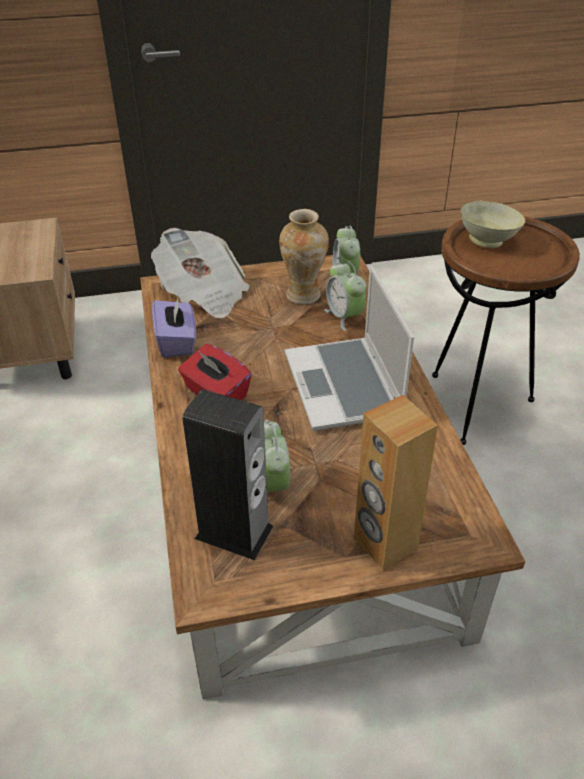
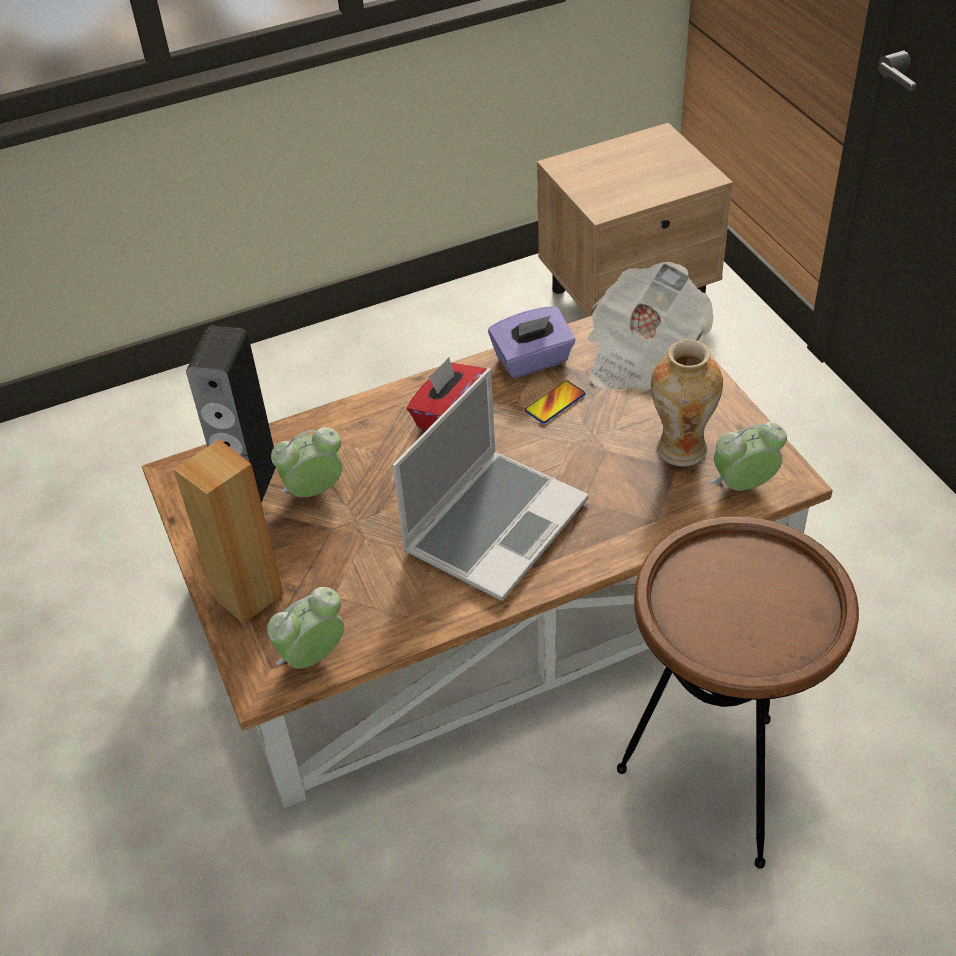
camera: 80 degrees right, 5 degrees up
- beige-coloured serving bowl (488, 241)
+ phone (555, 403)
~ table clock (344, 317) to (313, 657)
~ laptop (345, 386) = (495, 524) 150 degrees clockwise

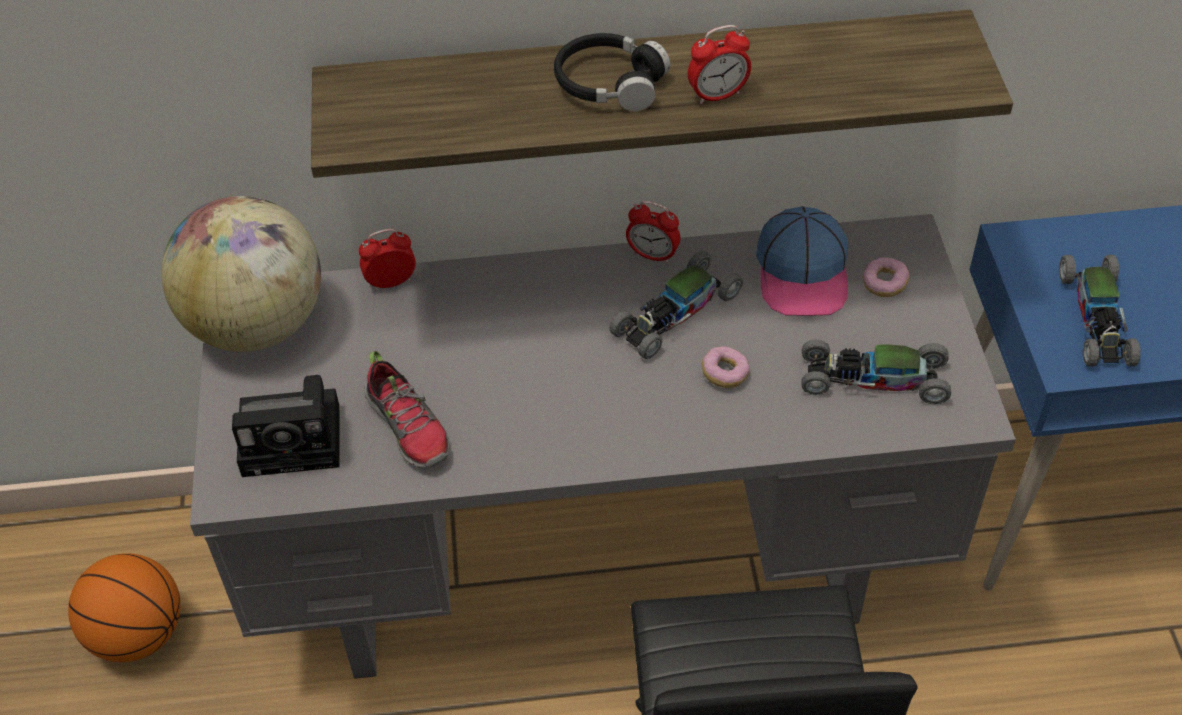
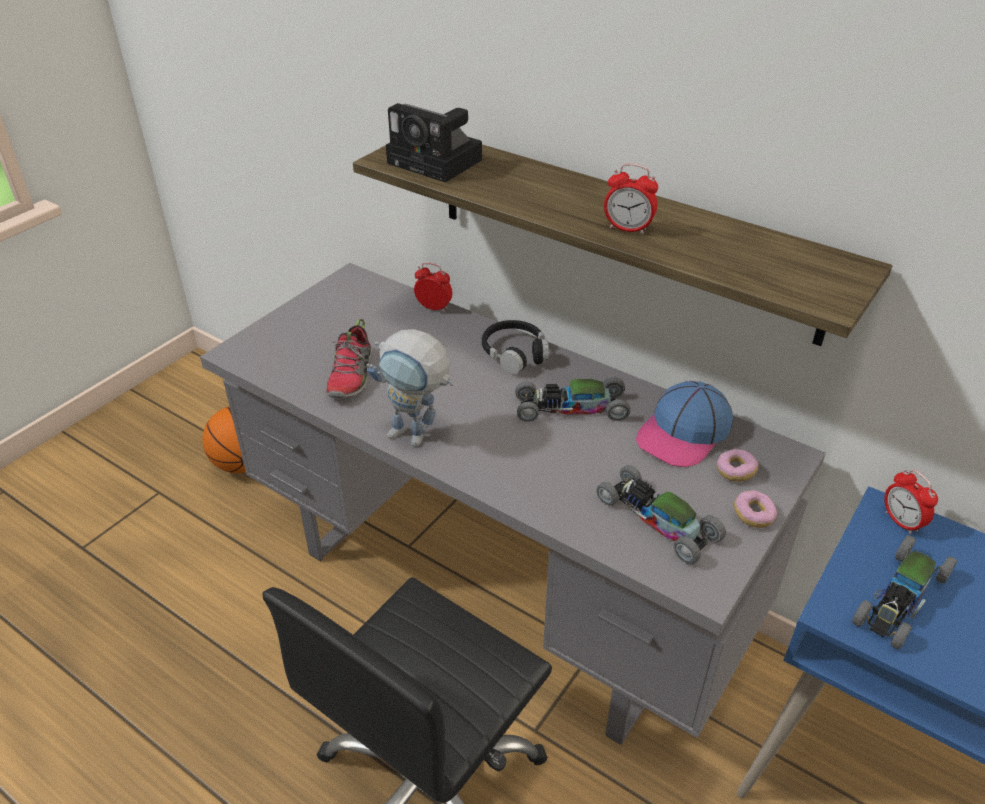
camera: 40 degrees right, 10 degrees down
- world globe (257, 324)
+ model robot (417, 438)
~ photo camera (296, 438) to (438, 162)
~ black-coloured headset (609, 84) to (515, 353)
~ table clock (653, 255) to (901, 522)
~ ring doughnut (725, 374) to (753, 516)

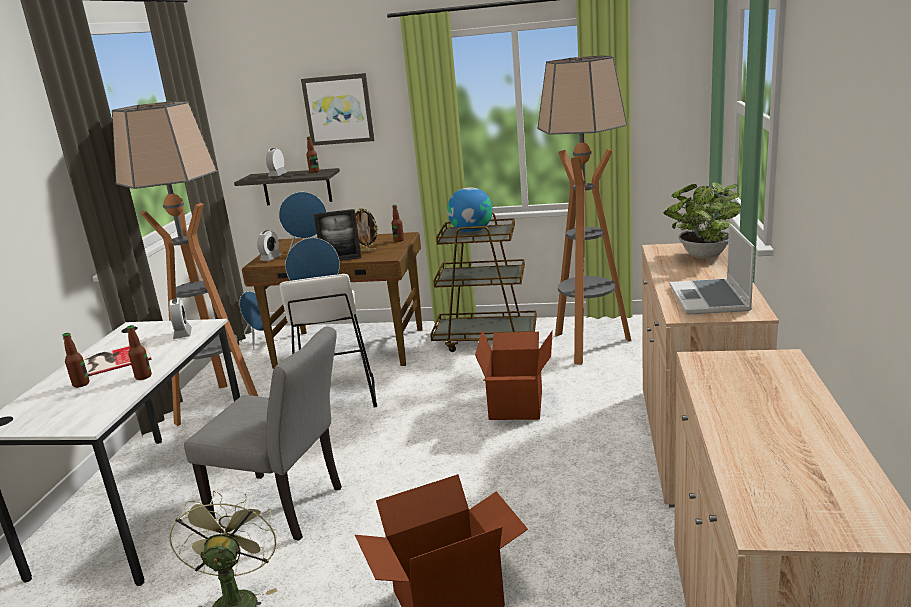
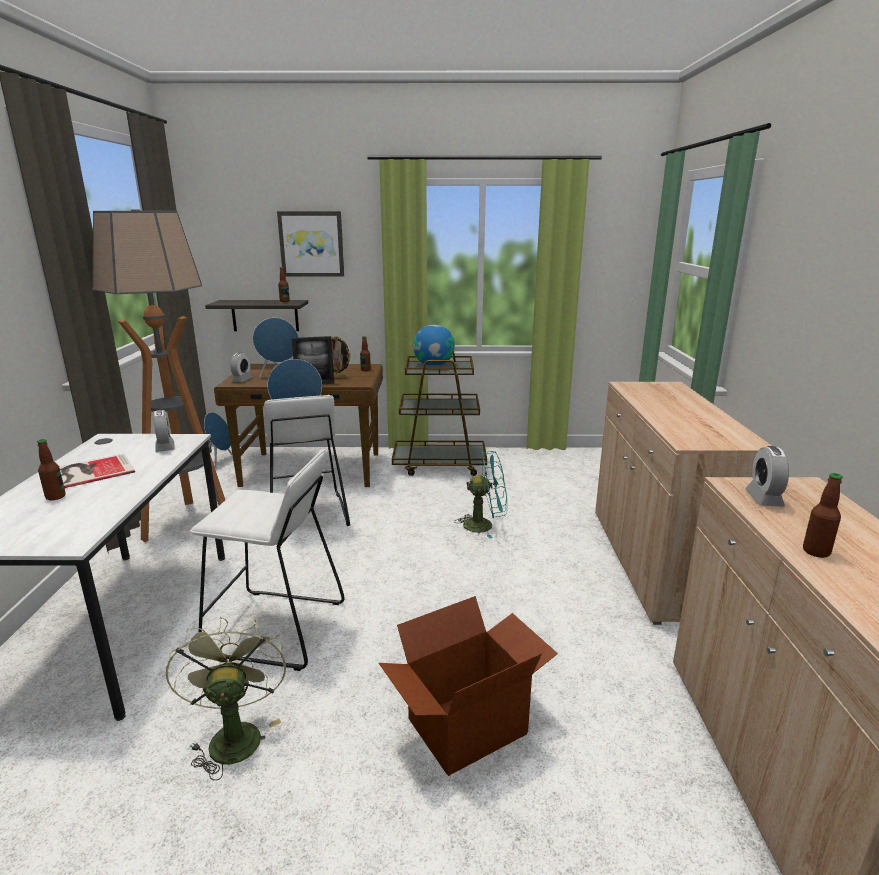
camera: 10 degrees left, 0 degrees up
- floor lamp (588, 345)
- potted plant (702, 256)
- laptop (710, 299)
~ beverage bottle (143, 377) to (816, 552)
~ table clock (277, 175) to (764, 499)
~ greyish upright chair (286, 508) to white stool (275, 628)
~ cardboard box (517, 404) to turquoise fan (484, 525)

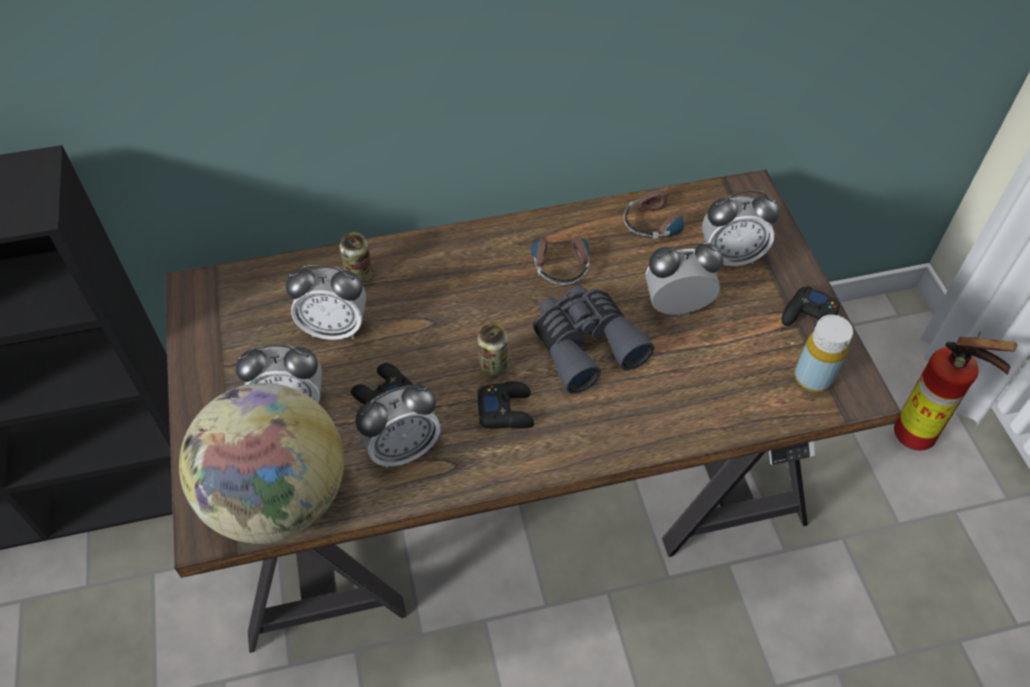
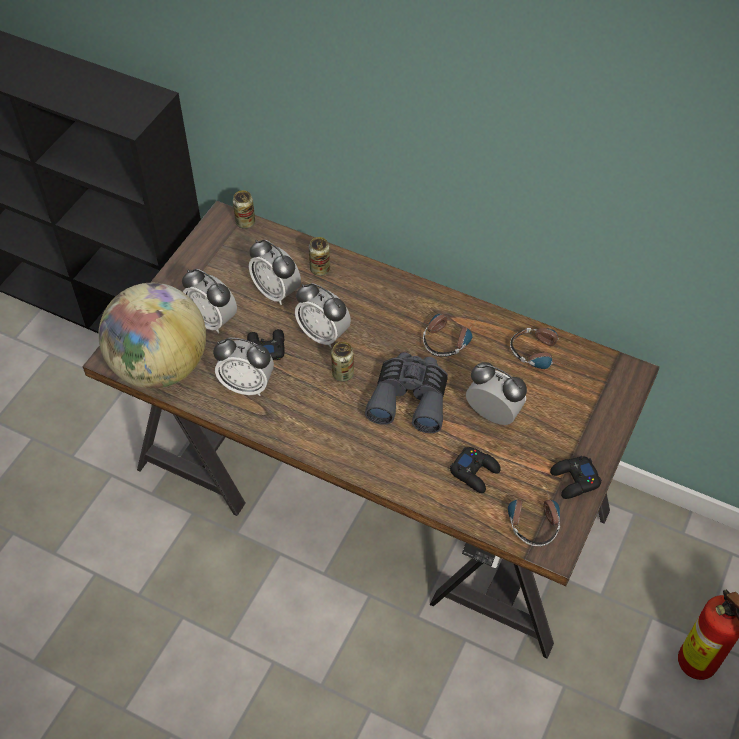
camera: 40 degrees right, 0 degrees up
+ metal can (245, 222)
~ black-coloured game controller (506, 410) to (475, 472)
~ table clock (731, 256) to (323, 334)
~ yellowish beverage bottle (813, 378) to headset (532, 517)

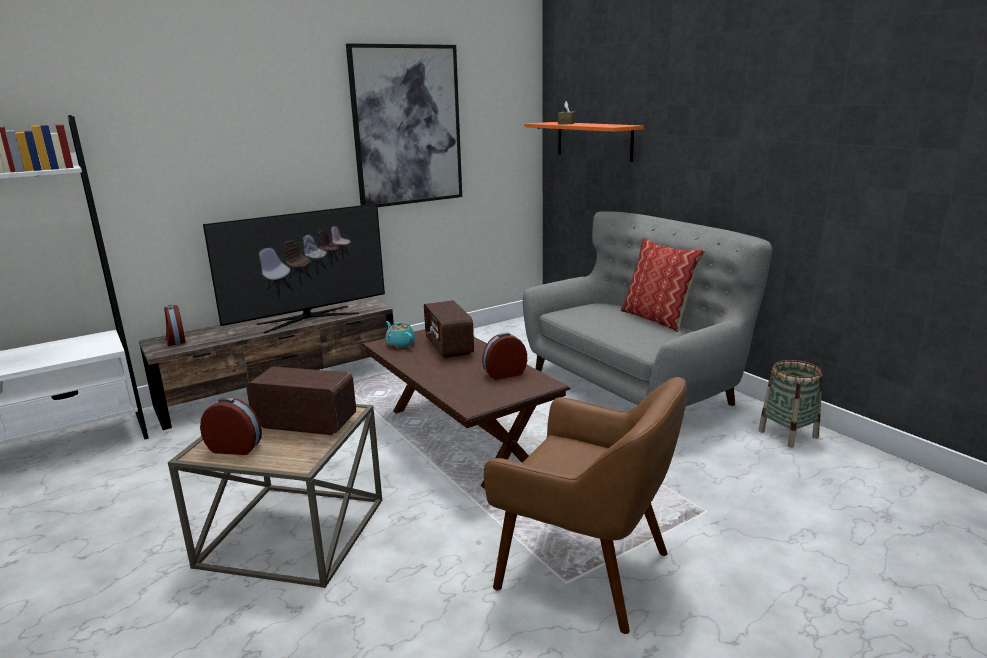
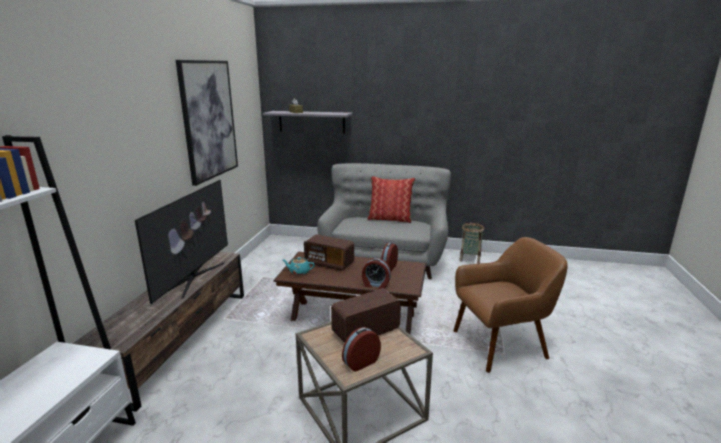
camera: 45 degrees left, 0 degrees up
~ table clock (175, 340) to (375, 285)
~ orange-coloured wall shelf (594, 140) to greyish wall shelf (311, 122)

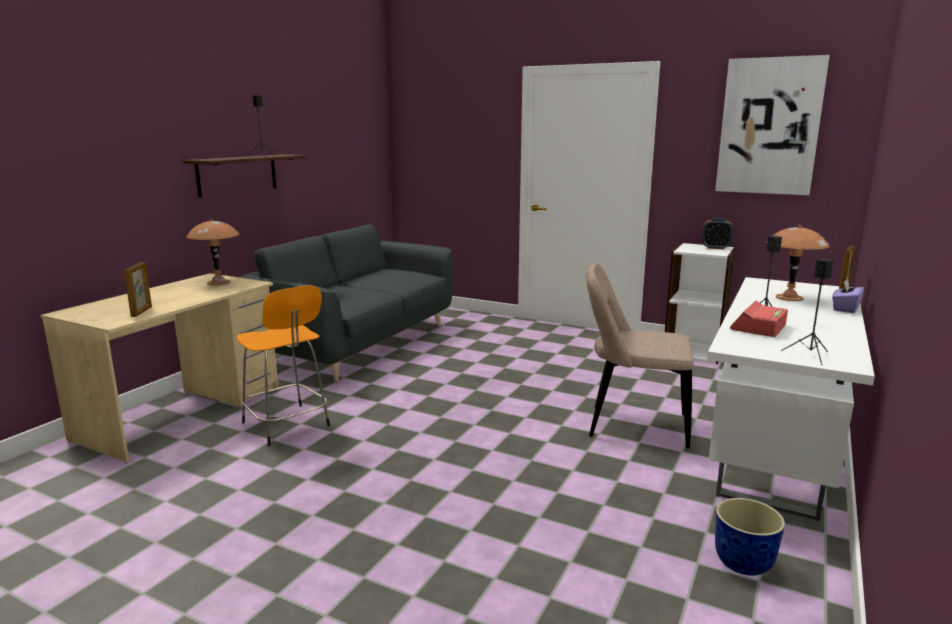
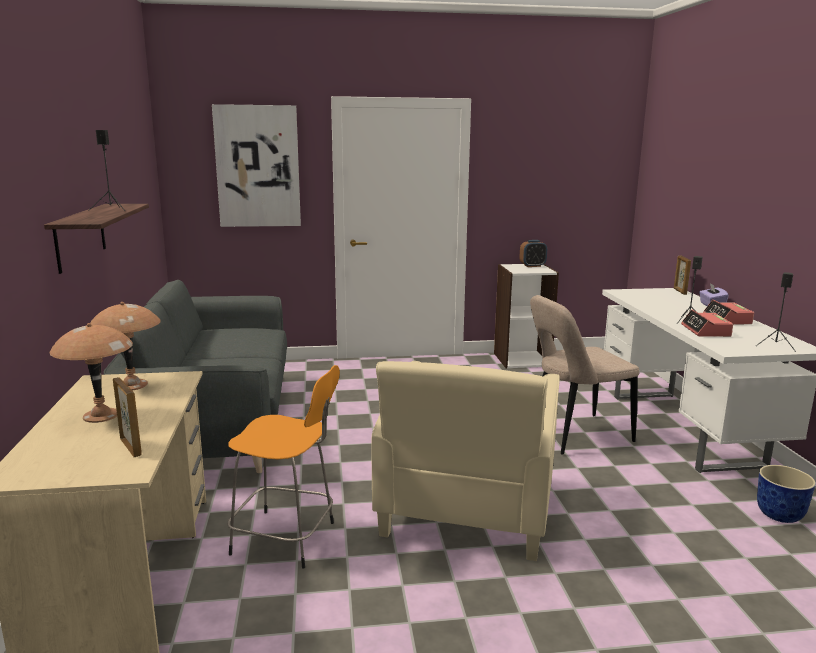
camera: 35 degrees left, 0 degrees up
+ beige-coloured armchair (466, 510)
+ table clock (727, 319)
~ wall art (769, 126) to (258, 166)
~ brownish lamp for a table (789, 297) to (100, 415)

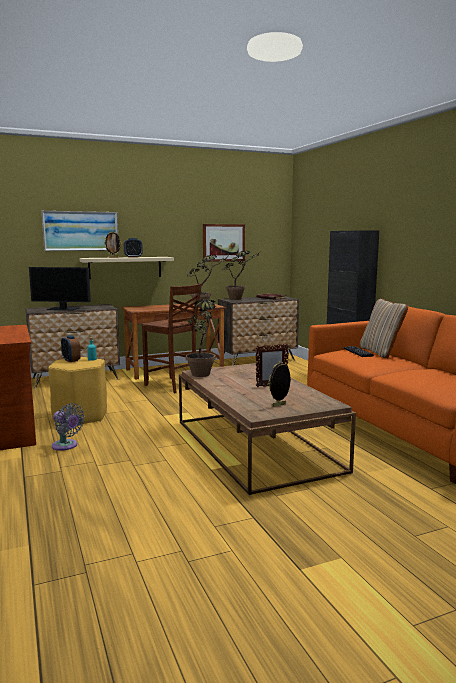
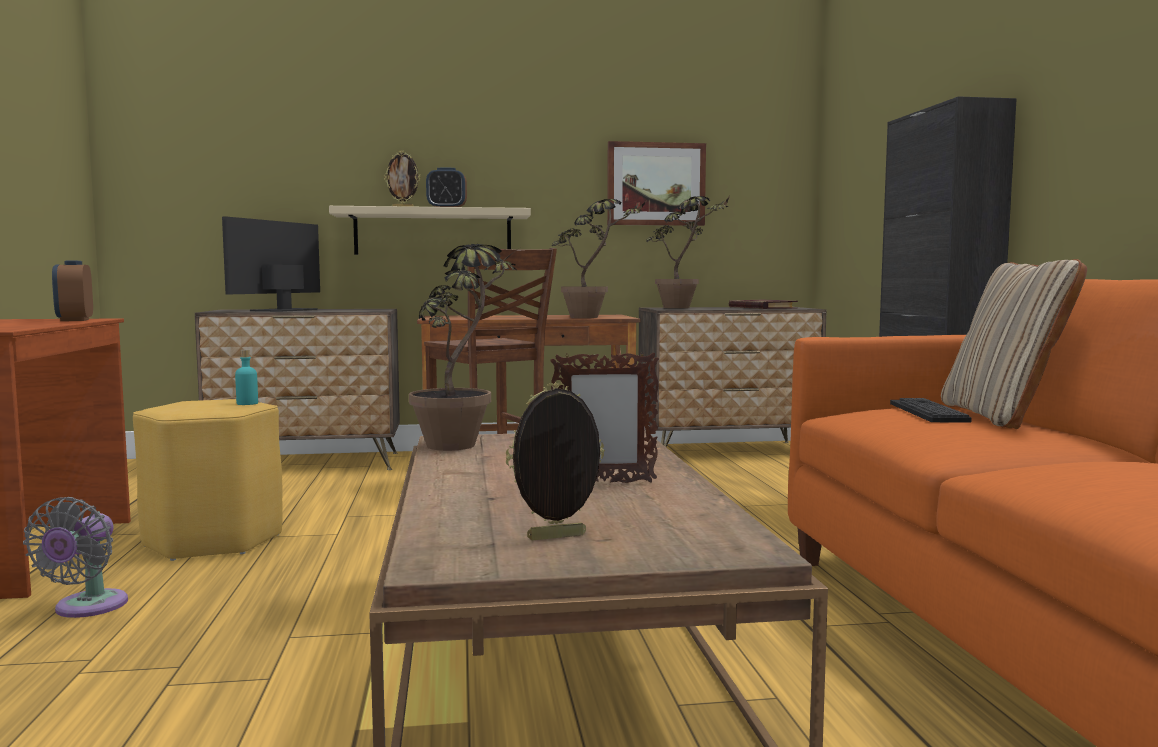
camera: 15 degrees right, 5 degrees down
- wall art (81, 231)
~ table clock (71, 360) to (75, 320)
~ computer screen (63, 309) = (283, 310) 90 degrees clockwise
~ greyish fan (66, 446) = (86, 608) 45 degrees clockwise

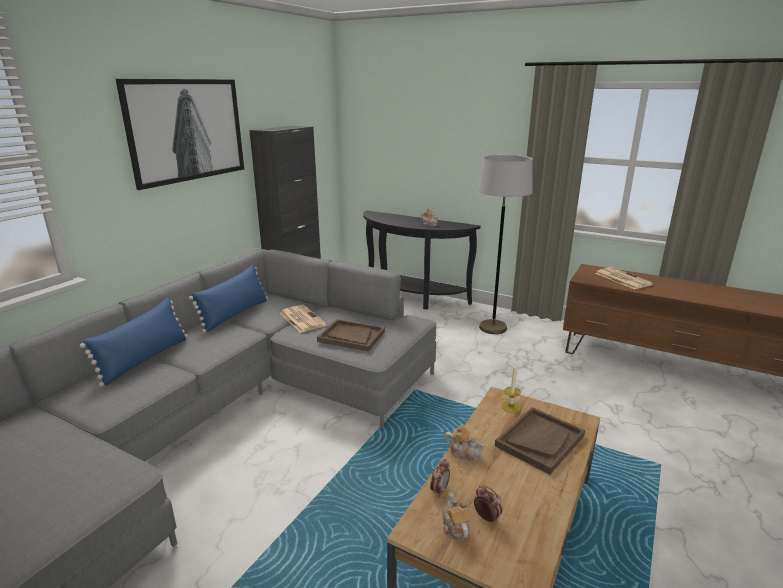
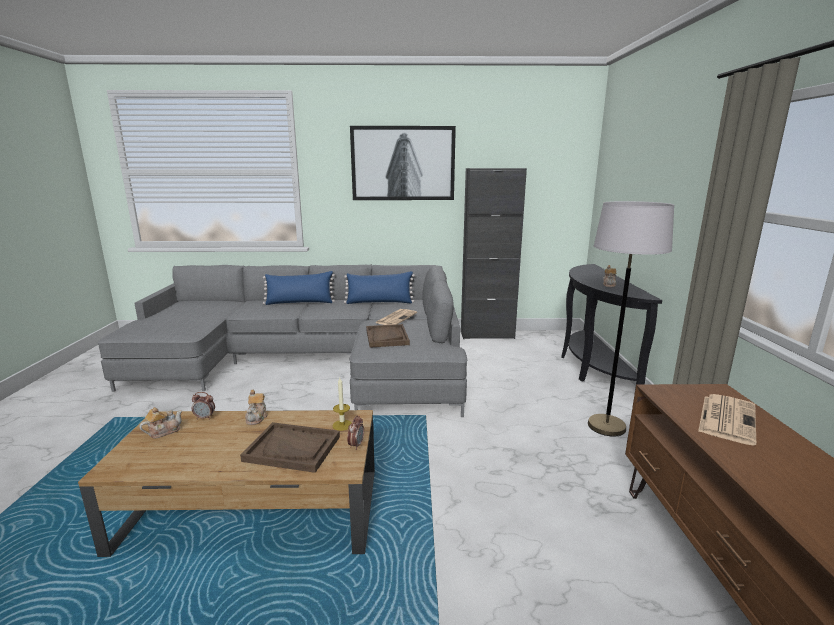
camera: 60 degrees right, 5 degrees down
~ table clock (486, 517) to (356, 445)

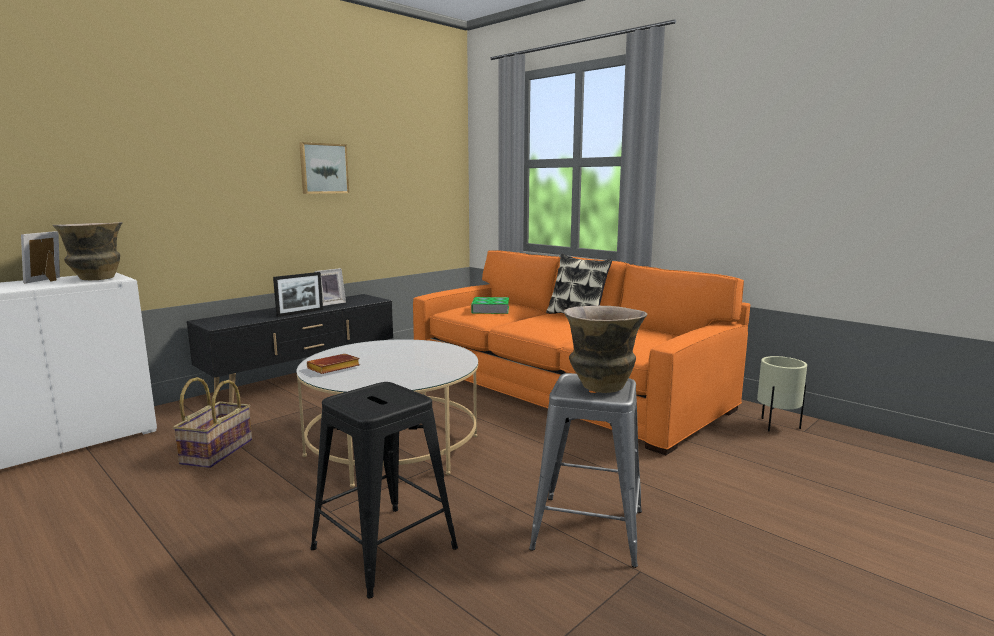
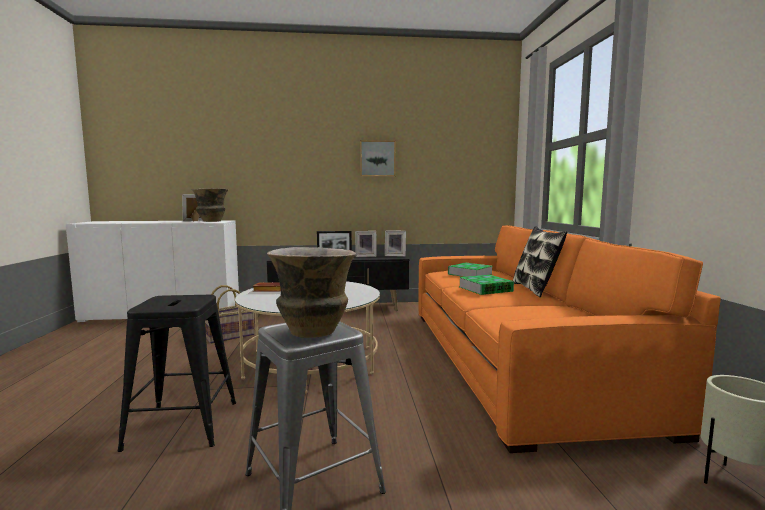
camera: 40 degrees right, 5 degrees down
+ standing frame (395, 255)
+ volume (485, 289)

